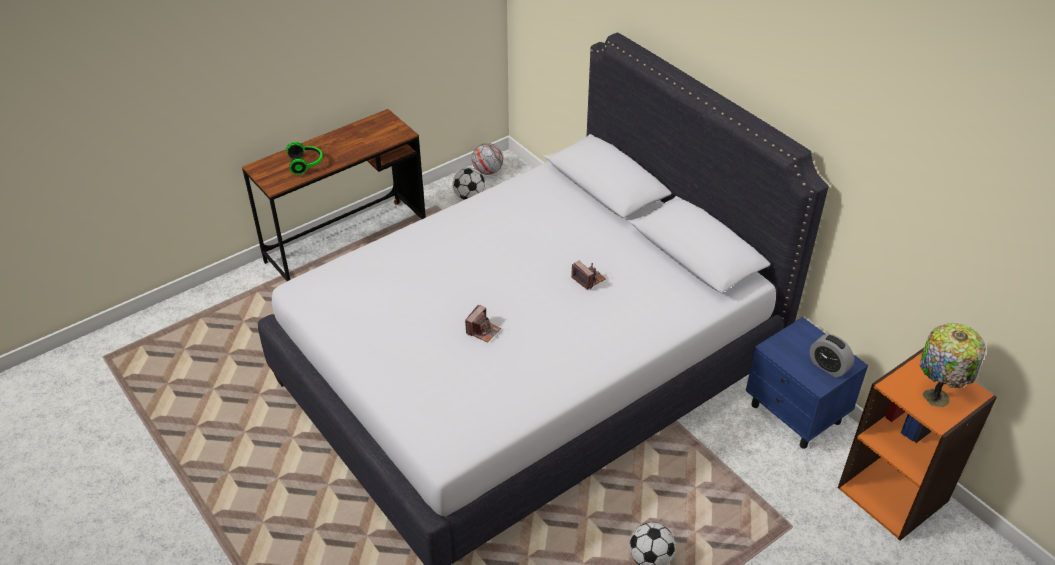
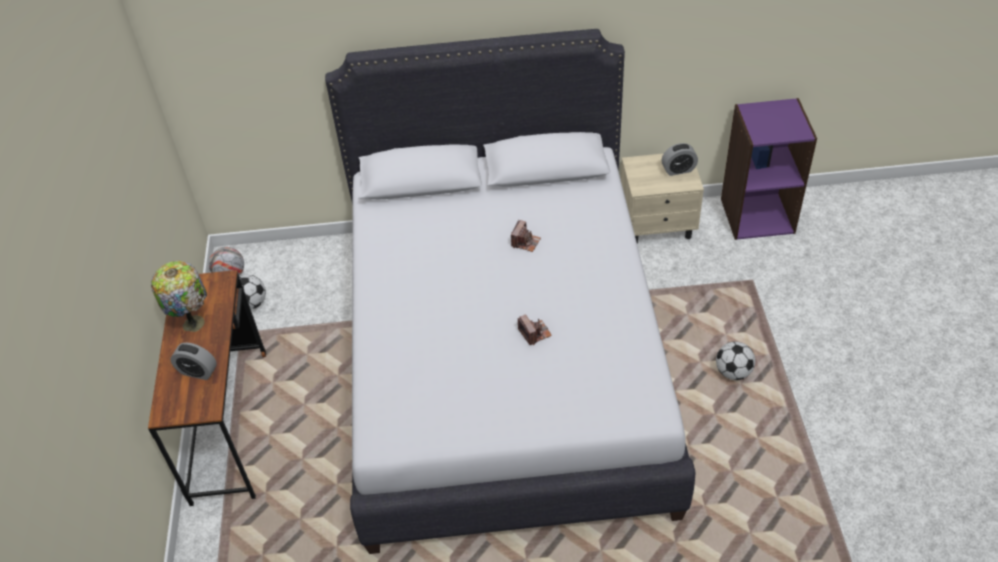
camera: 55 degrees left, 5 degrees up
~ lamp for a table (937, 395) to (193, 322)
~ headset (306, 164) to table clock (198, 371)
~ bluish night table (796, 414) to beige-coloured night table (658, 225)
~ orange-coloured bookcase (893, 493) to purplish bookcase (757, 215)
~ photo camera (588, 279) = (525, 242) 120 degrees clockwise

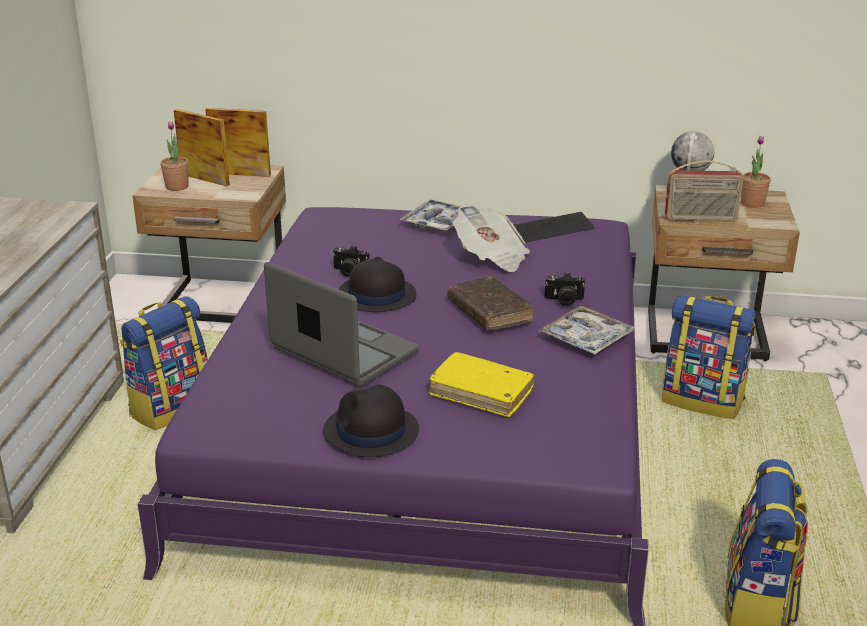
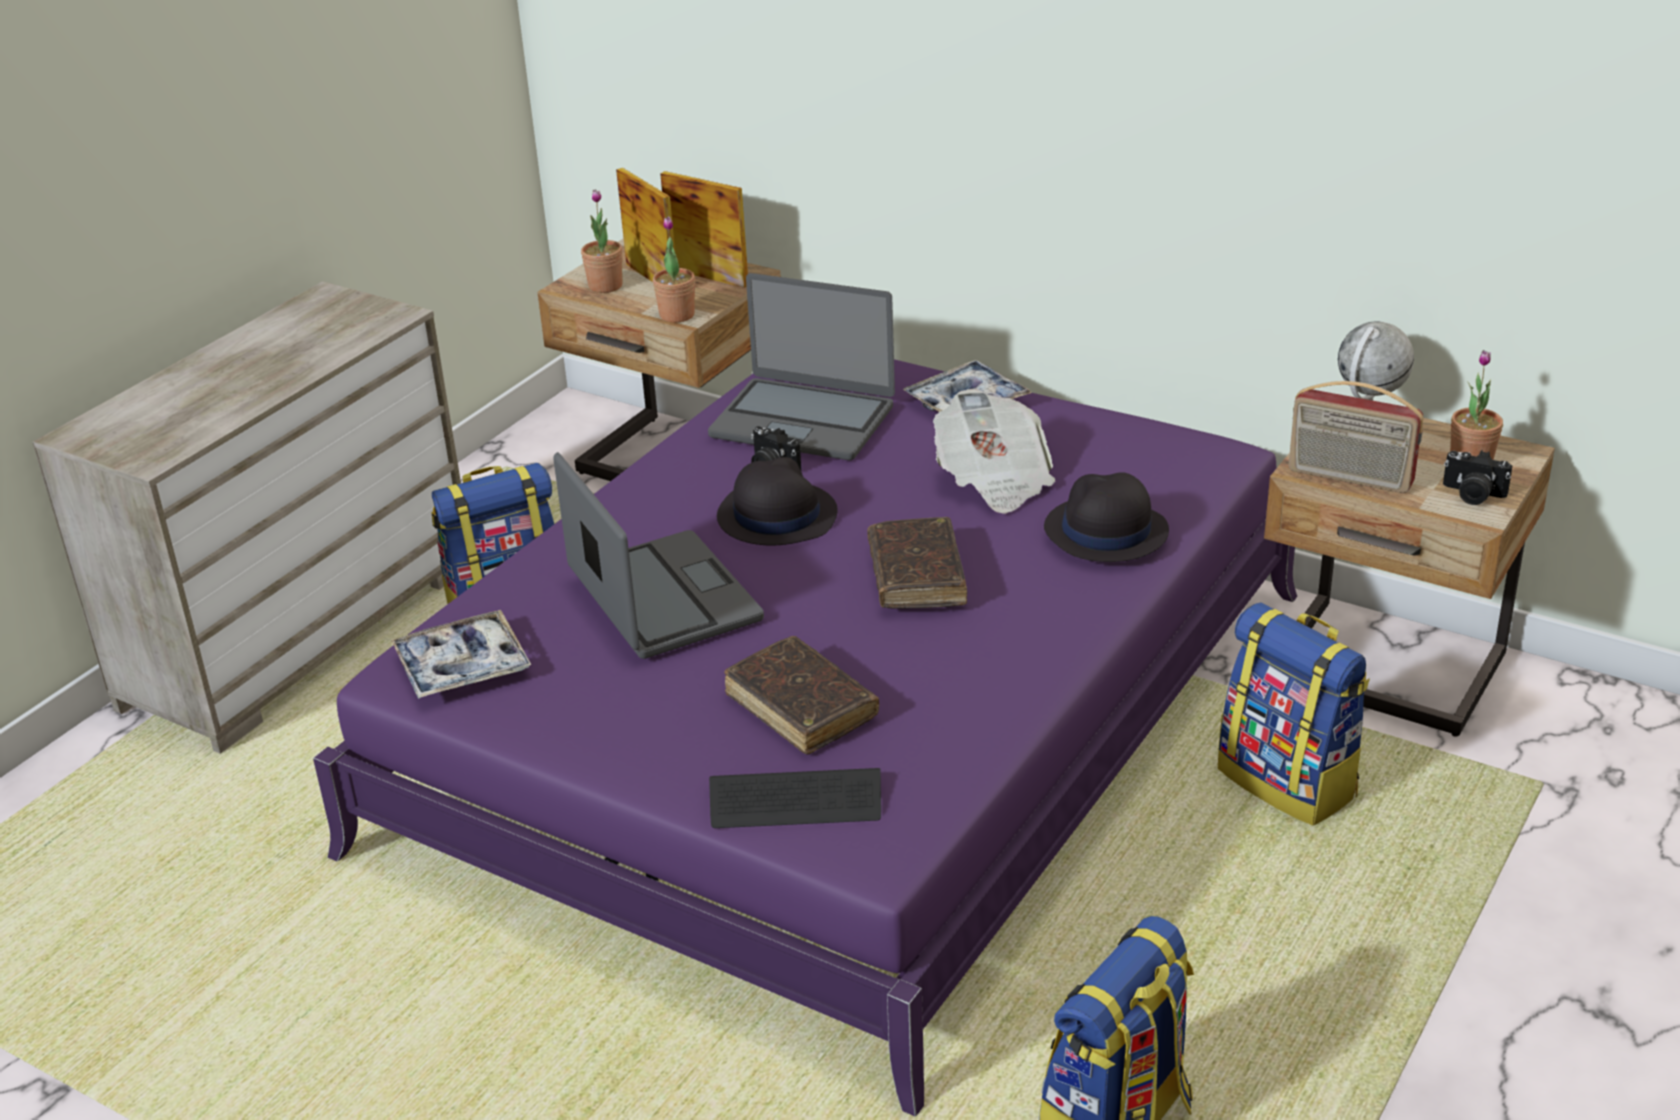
camera: 25 degrees right, 5 degrees up
+ potted plant (677, 315)
+ laptop (803, 420)
~ black-coloured clothing hat (370, 432) to (1105, 531)
~ PC keyboard (552, 229) to (795, 802)
~ tray (586, 338) to (462, 667)
~ photo camera (564, 300) to (1472, 495)
~ yellowish volume (481, 393) to brownish volume (801, 707)

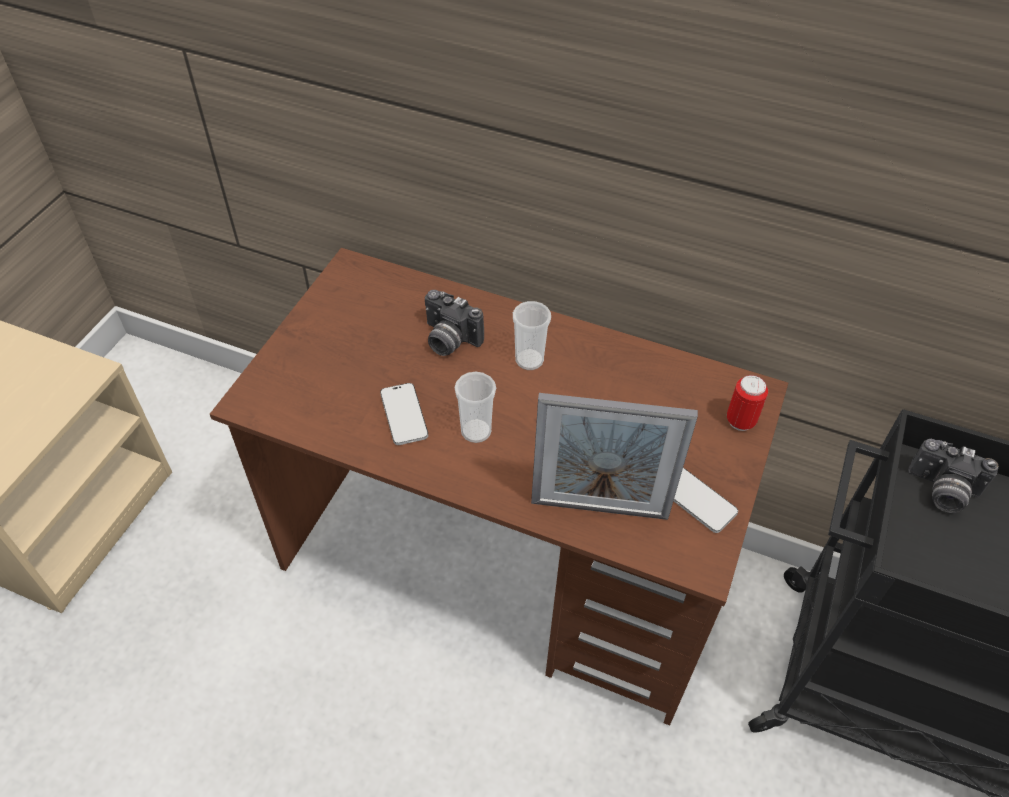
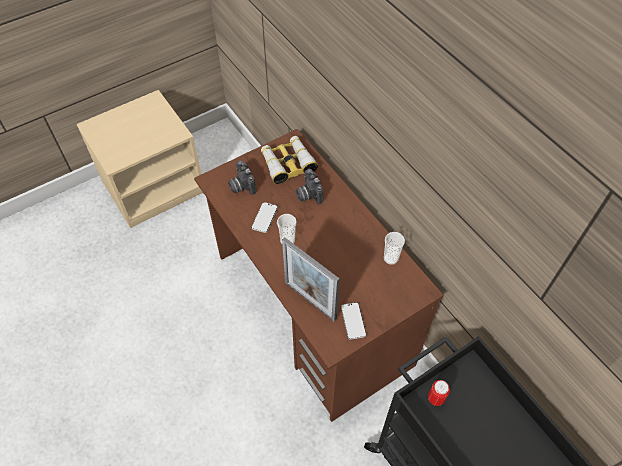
camera: 35 degrees right, 5 degrees up
+ pair of binoculars (288, 163)
~ drinking cup (529, 360) to (391, 258)
~ metal can (740, 421) to (436, 398)
~ photo camera (941, 491) to (241, 186)

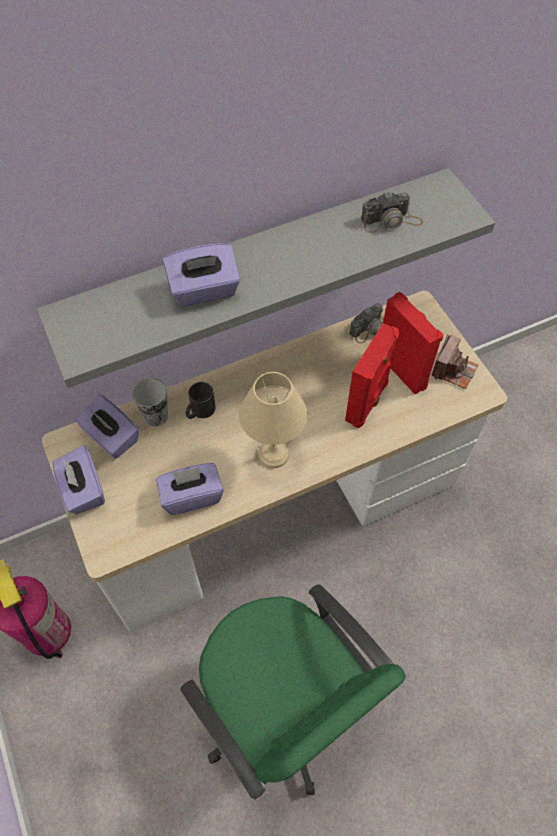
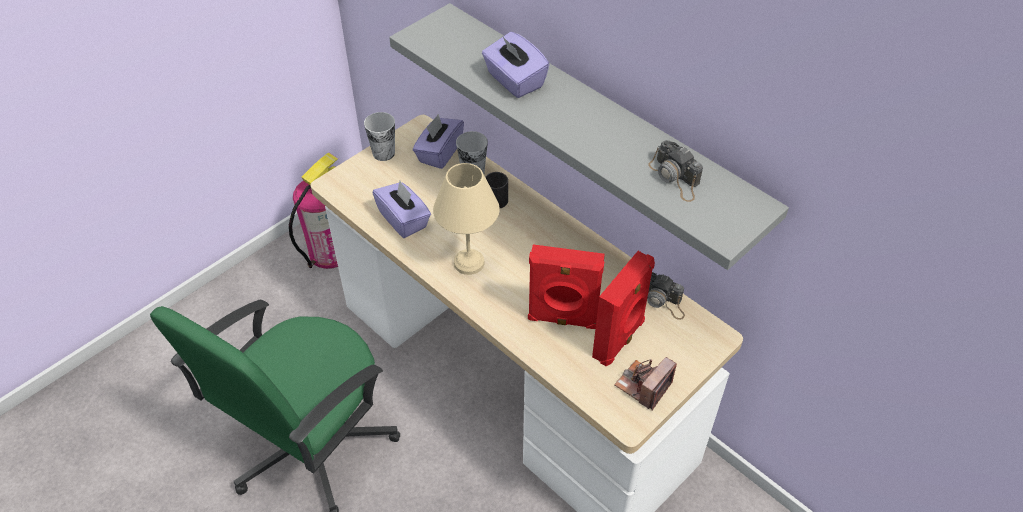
camera: 70 degrees right, 10 degrees down
~ purplish tissue box (83, 490) to drinking cup (383, 153)
~ photo camera (453, 370) = (643, 386) 120 degrees clockwise

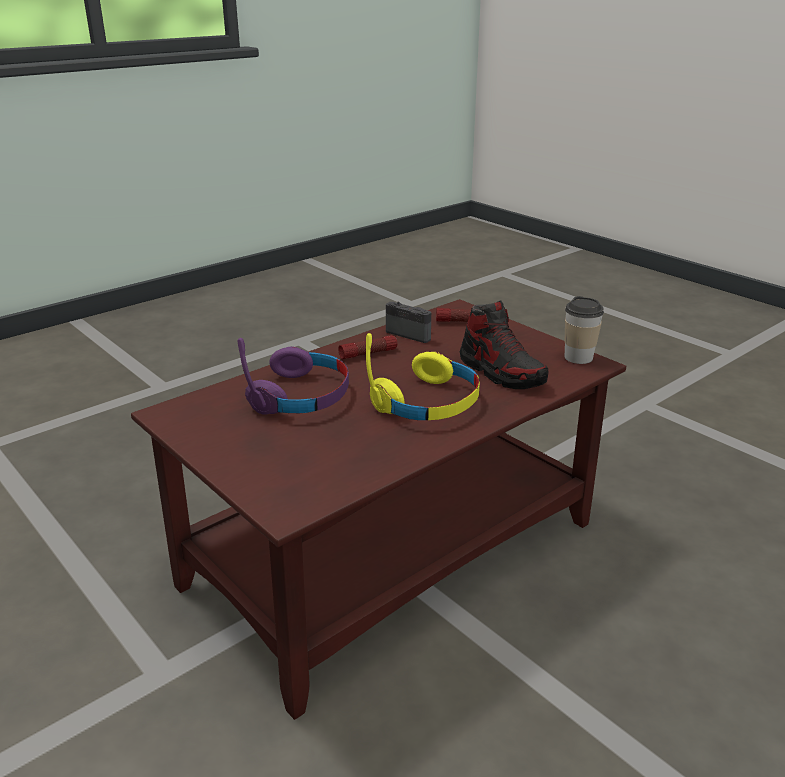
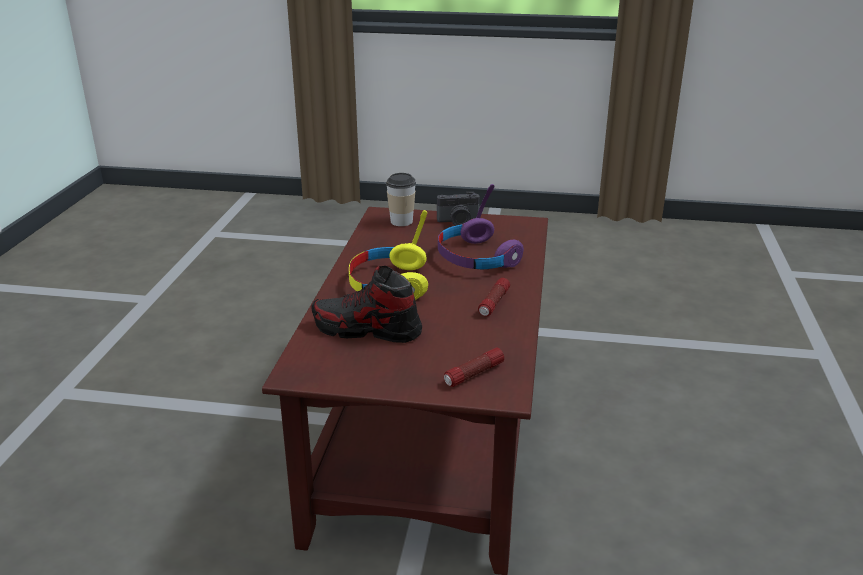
camera: 140 degrees right, 0 degrees up
~ photo camera (412, 333) to (458, 222)
~ drinking cup (578, 357) to (401, 221)

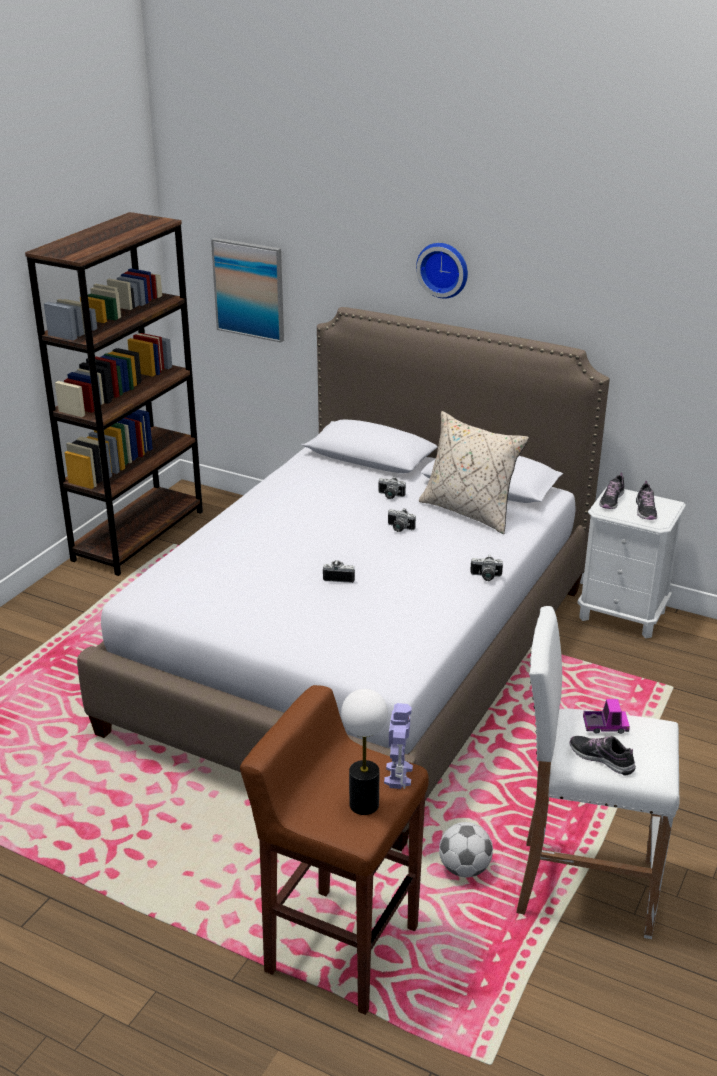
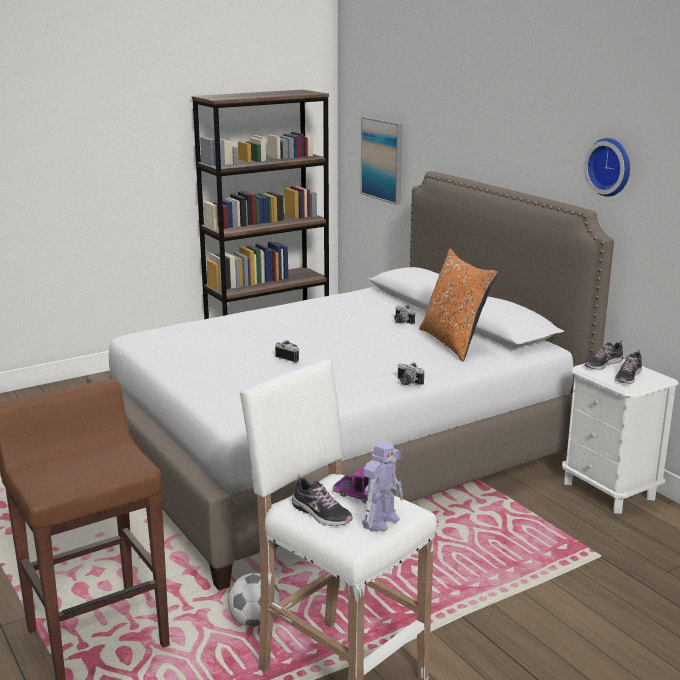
camera: 30 degrees right, 10 degrees down
- lamp for a table (363, 804)
- photo camera (399, 528)
~ model robot (398, 774) to (381, 521)
~ hanging clock (443, 269) to (610, 167)
~ beige-coloured pillow (469, 511) to orange-coloured pillow (454, 343)
~ shoe (602, 759) = (321, 514) 150 degrees clockwise

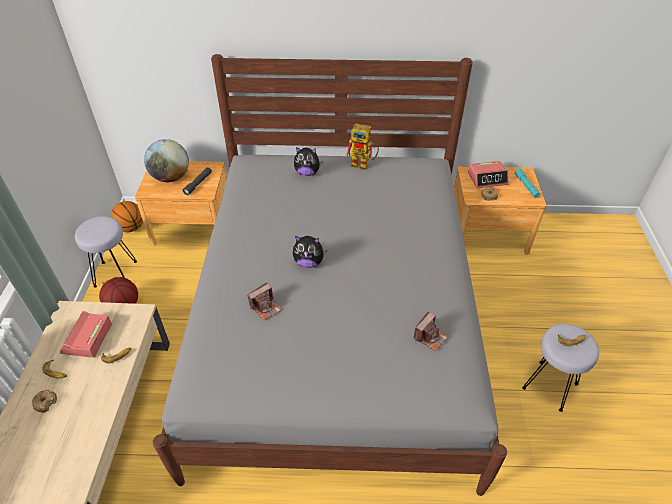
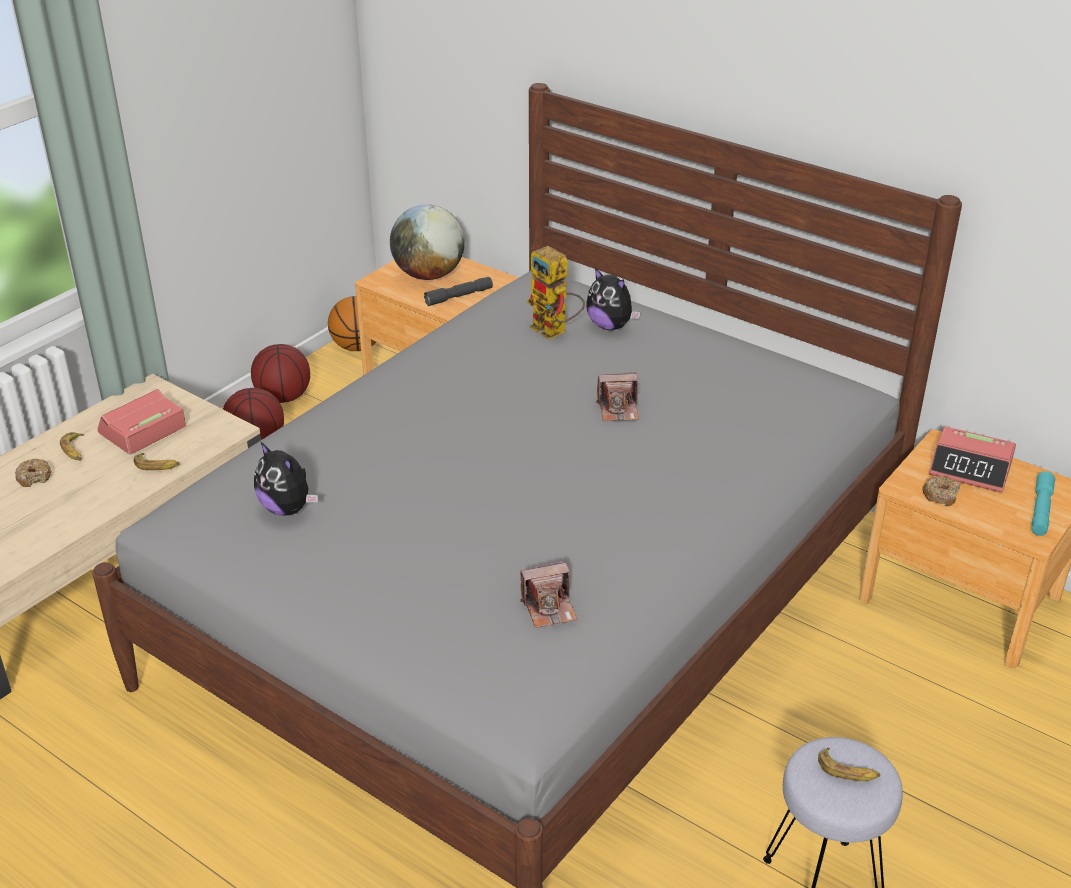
camera: 35 degrees right, 10 degrees down
~ photo camera (265, 307) to (618, 410)
~ soft toy (309, 262) to (287, 508)
~ model robot (364, 165) to (555, 332)
~ greyish stool (116, 273) to ball for basketball (284, 397)

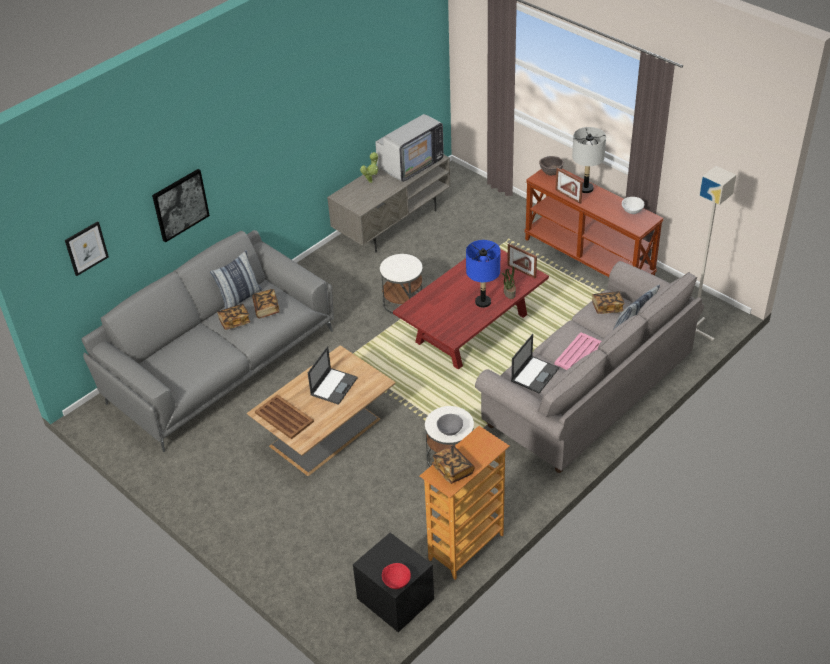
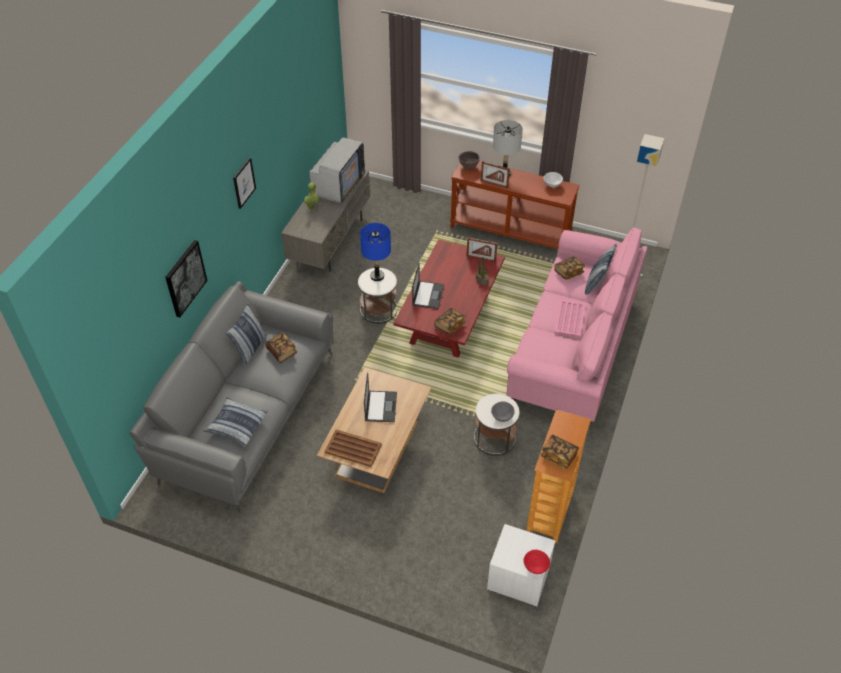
camera: 25 degrees left, 5 degrees up
+ pillow (237, 425)
~ wall art (86, 248) to (244, 182)
~ volume (234, 322) to (449, 325)
~ bluish lamp for a table (483, 302) to (377, 276)
~ laptop (535, 374) to (428, 294)
~ black-coloured night table (395, 599) to white night table (518, 578)
~ greyish settee (587, 393) to pink-coloured settee (572, 348)

